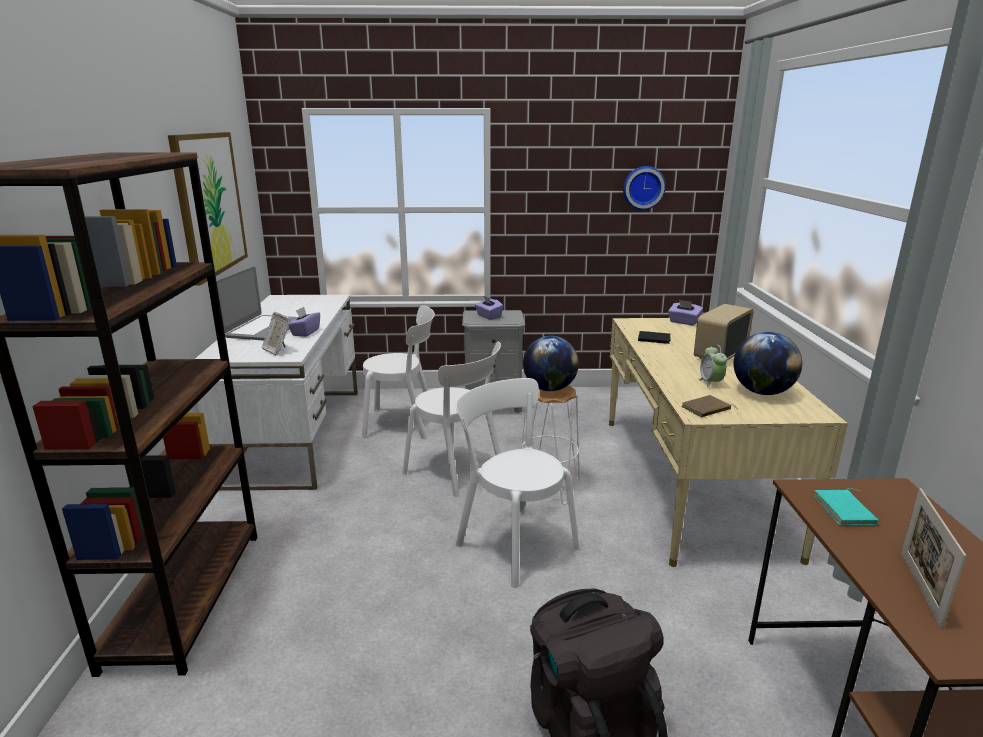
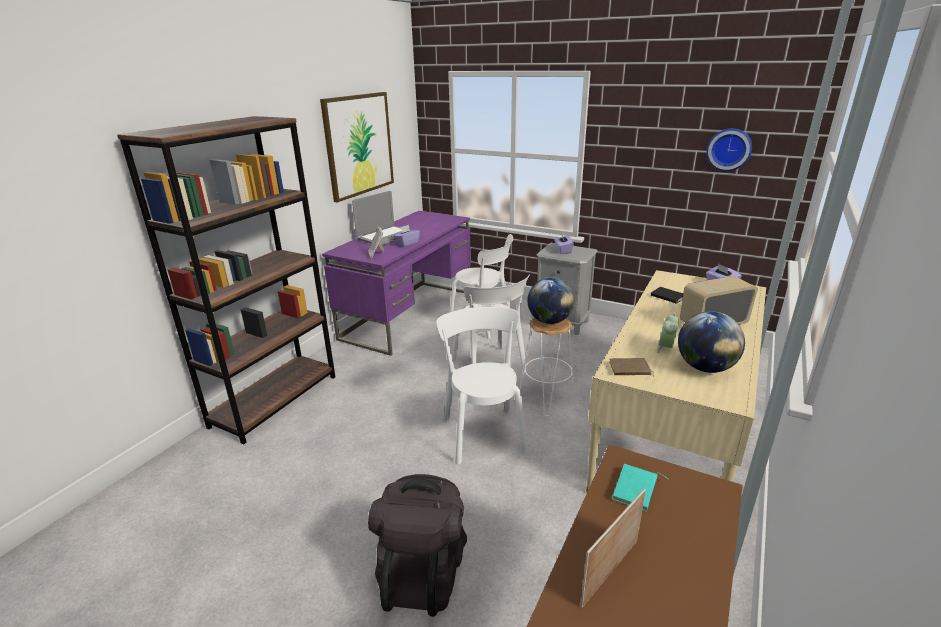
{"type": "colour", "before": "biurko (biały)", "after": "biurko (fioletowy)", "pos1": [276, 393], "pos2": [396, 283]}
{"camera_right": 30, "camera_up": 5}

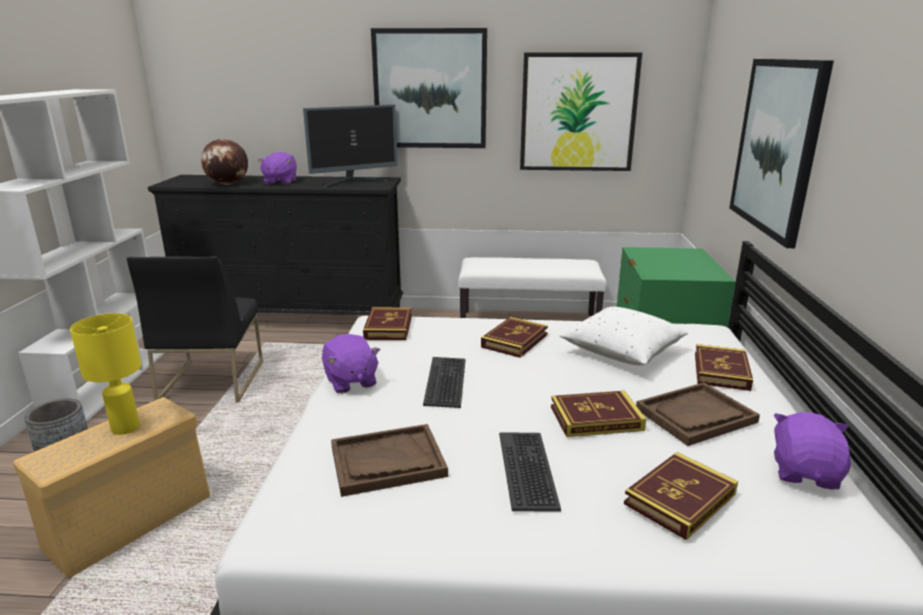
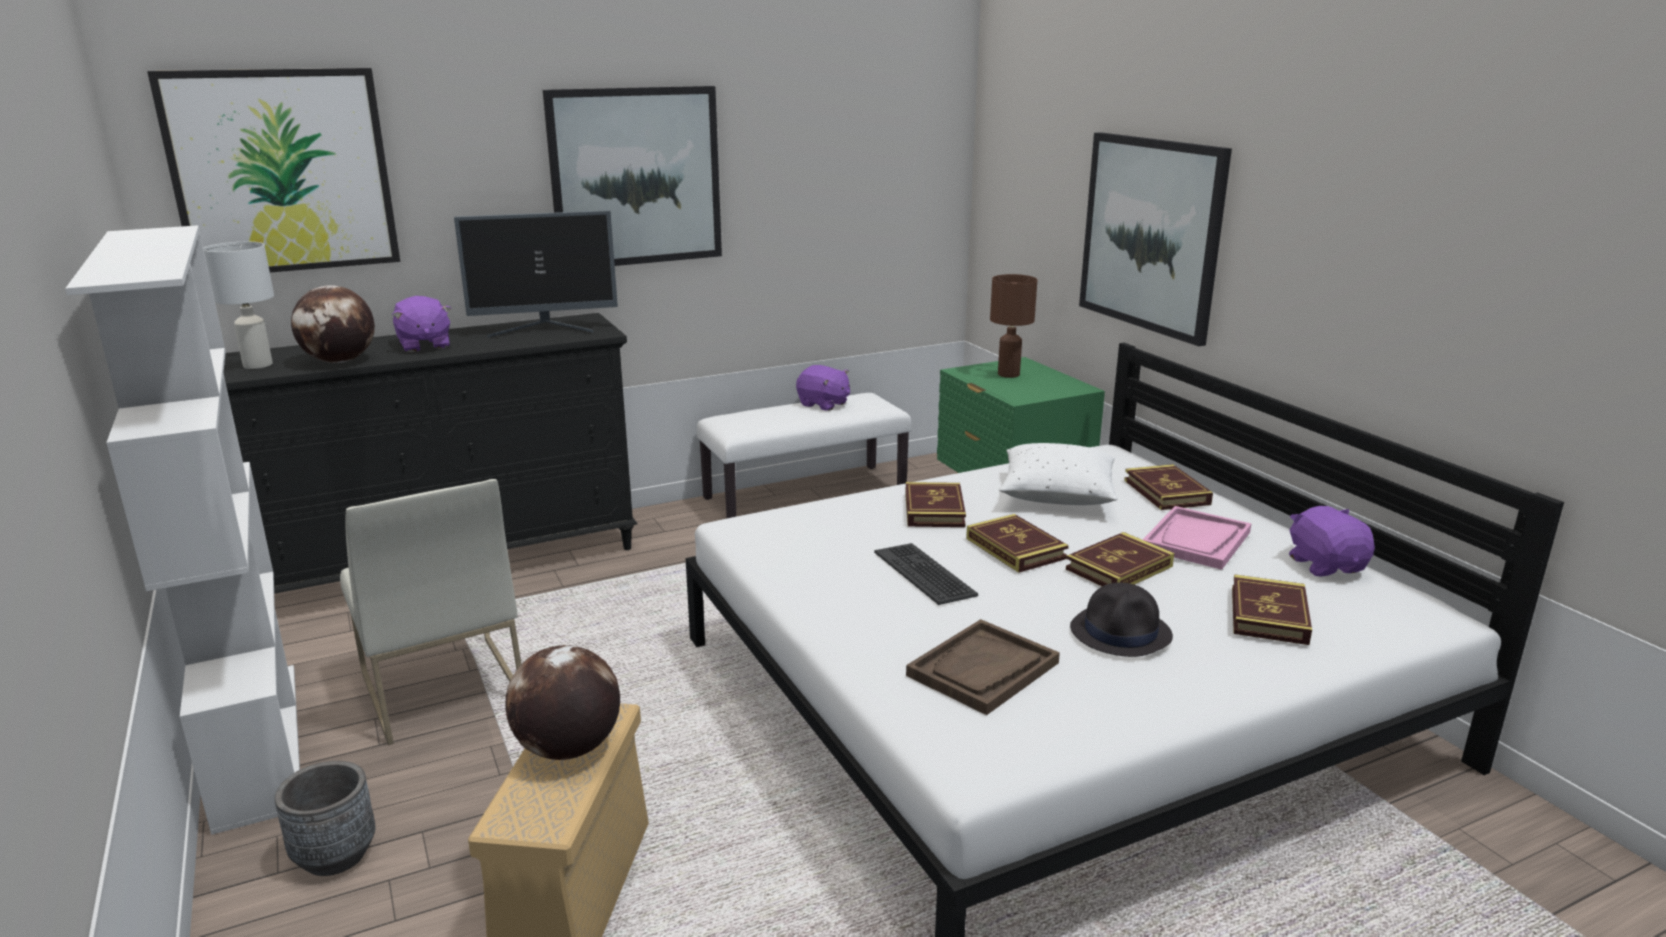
{"type": "appeared", "after": "lampa stołowa (biały)", "pos2": [238, 305]}
{"type": "appeared", "after": "lampa stołowa (brązowy)", "pos2": [1013, 326]}
{"type": "relocated", "before": "pluszak (fioletowy)", "pos1": [351, 363], "pos2": [823, 388]}
{"type": "relocated", "before": "książka", "pos1": [387, 323], "pos2": [1017, 543]}
{"type": "relocated", "before": "obraz", "pos1": [581, 112], "pos2": [273, 170]}
{"type": "exchanged", "before": "lampa stołowa (żółty)", "after": "globus", "pos1": [105, 374], "pos2": [562, 702]}
{"type": "exchanged", "before": "klawiatura", "after": "kapelusz (czarny)", "pos1": [530, 472], "pos2": [1121, 620]}
{"type": "colour", "before": "krzesło (czarny)", "after": "krzesło (biały)", "pos1": [195, 329], "pos2": [430, 612]}
{"type": "colour", "before": "taca (brązowy)", "after": "taca (różowy)", "pos1": [698, 414], "pos2": [1197, 538]}
{"type": "spun", "before": "monitor", "pos1": [350, 145], "pos2": [536, 274], "turn": 45}
{"camera_right": -30, "camera_up": 0}

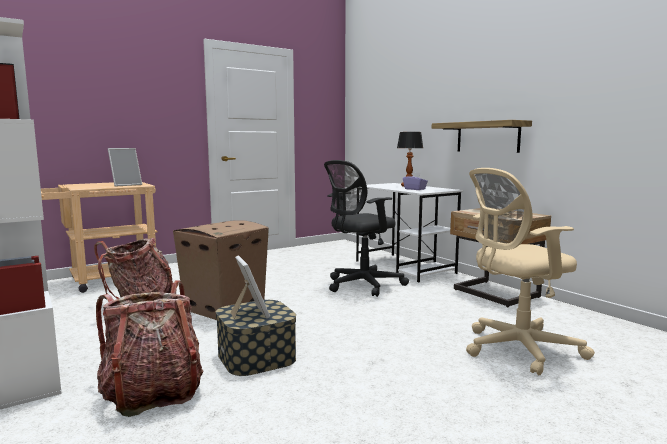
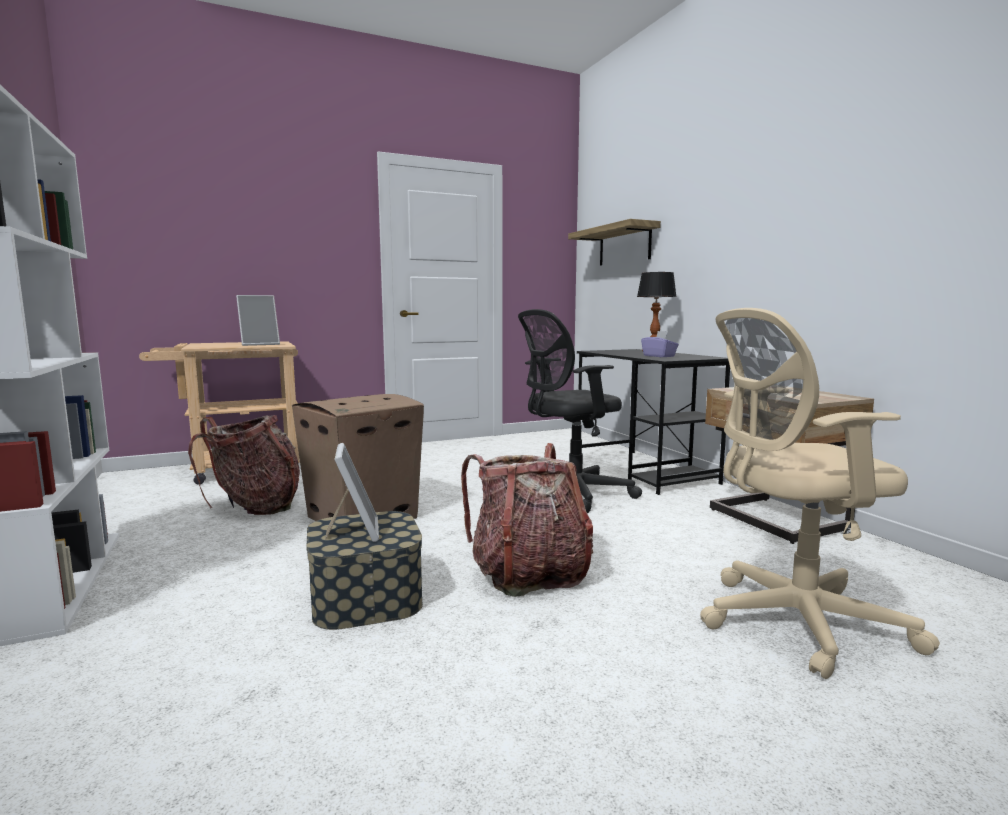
{"type": "relocated", "before": "plecak", "pos1": [149, 348], "pos2": [527, 520]}
{"type": "relocated", "before": "półka", "pos1": [482, 136], "pos2": [614, 242]}
{"type": "colour", "before": "biurko (biały)", "after": "biurko (czarny)", "pos1": [409, 232], "pos2": [653, 422]}
{"camera_right": 10, "camera_up": 0}

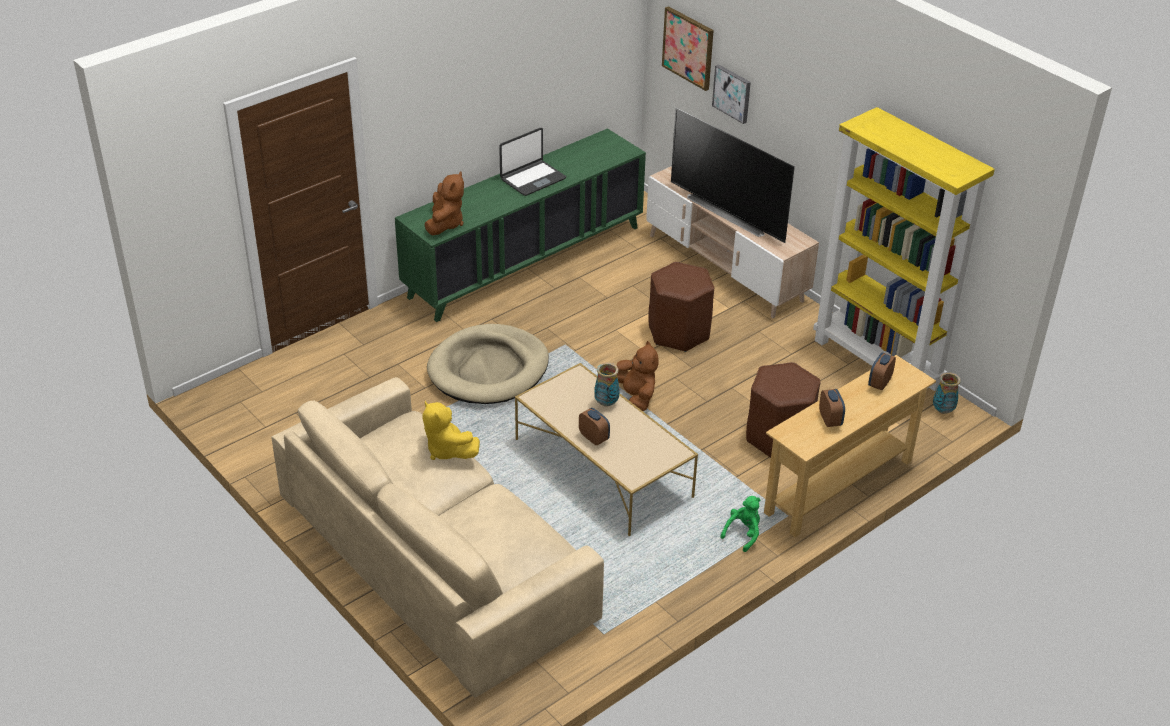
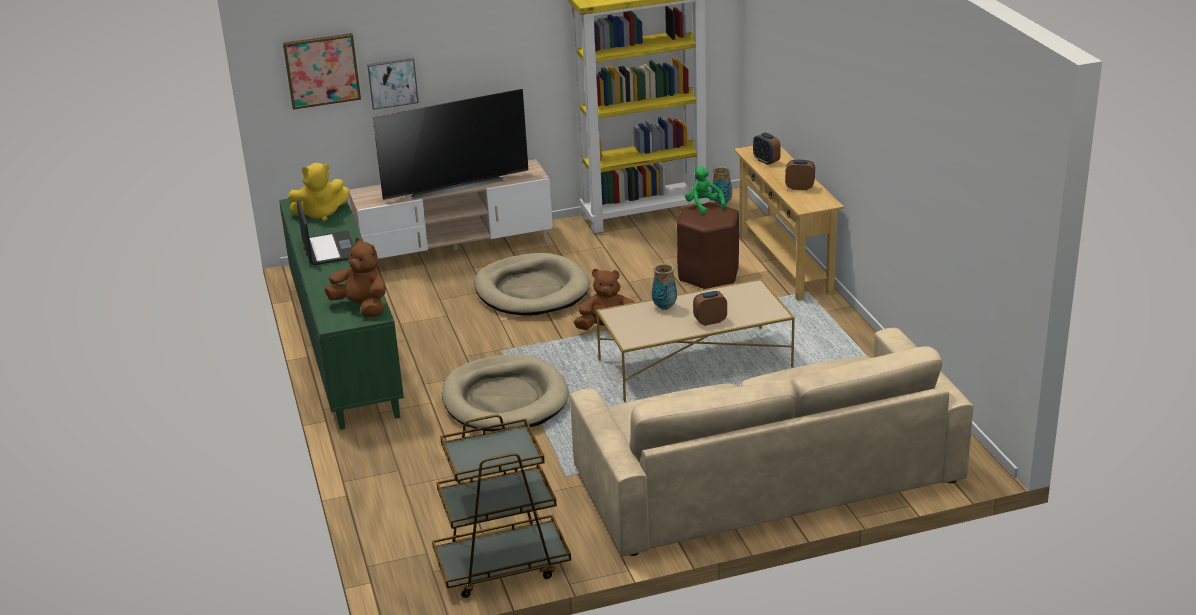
{"type": "appeared", "after": "wózek (brązowy)", "pos2": [501, 506]}
{"type": "relocated", "before": "pluszak (żółty)", "pos1": [451, 430], "pos2": [319, 192]}
{"type": "relocated", "before": "pluszak (zielony)", "pos1": [740, 524], "pos2": [705, 190]}
{"type": "exchanged", "before": "stołek (brązowy)", "after": "legowisko (beżowy)", "pos1": [681, 307], "pos2": [532, 284]}
{"camera_right": -65, "camera_up": -10}

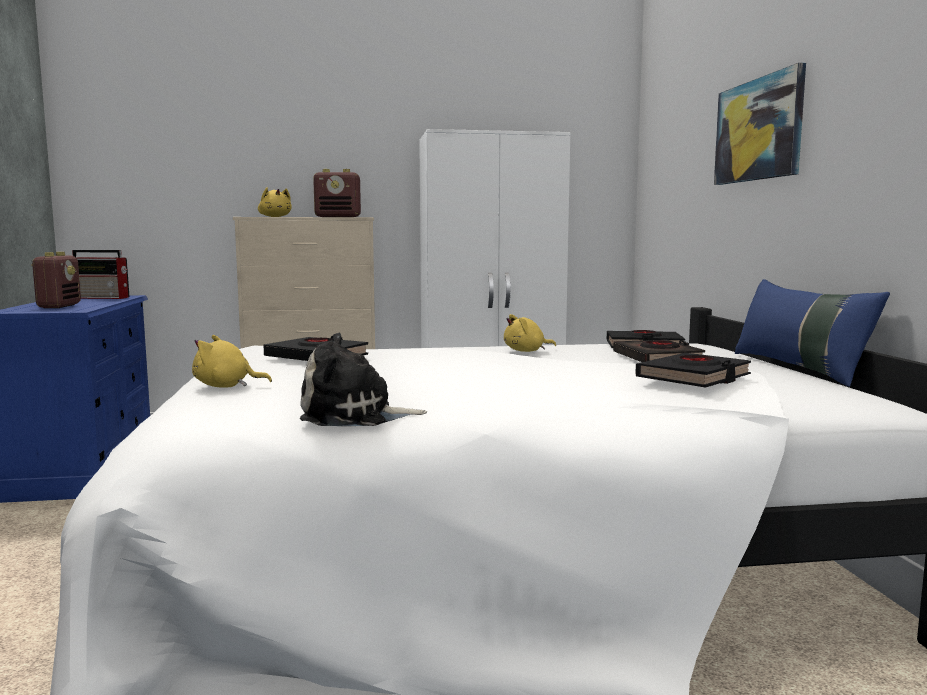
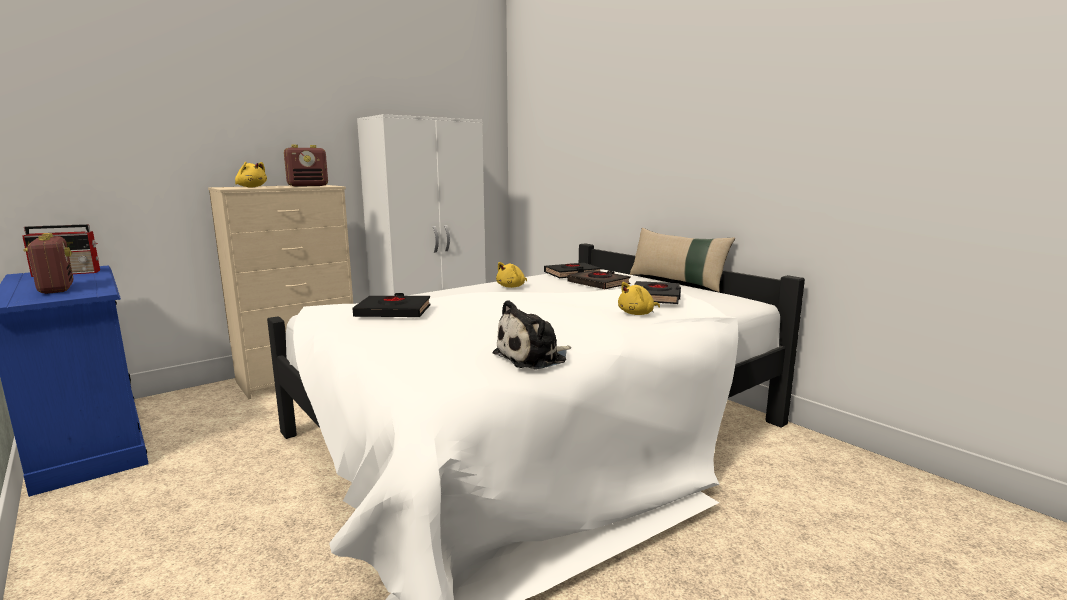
{"type": "missing", "before": "obraz", "pos1": [760, 124]}
{"type": "relocated", "before": "pluszak (żółty)", "pos1": [232, 361], "pos2": [639, 298]}
{"type": "colour", "before": "poduszka (niebieski)", "after": "poduszka (beżowy)", "pos1": [812, 333], "pos2": [682, 260]}
{"camera_right": -30, "camera_up": 5}

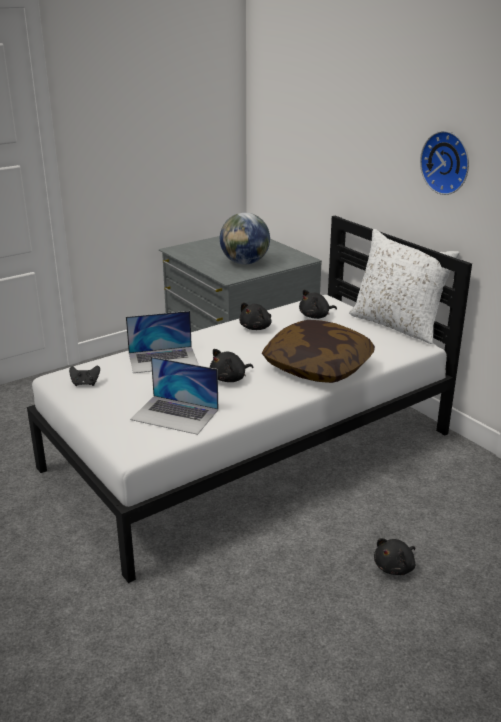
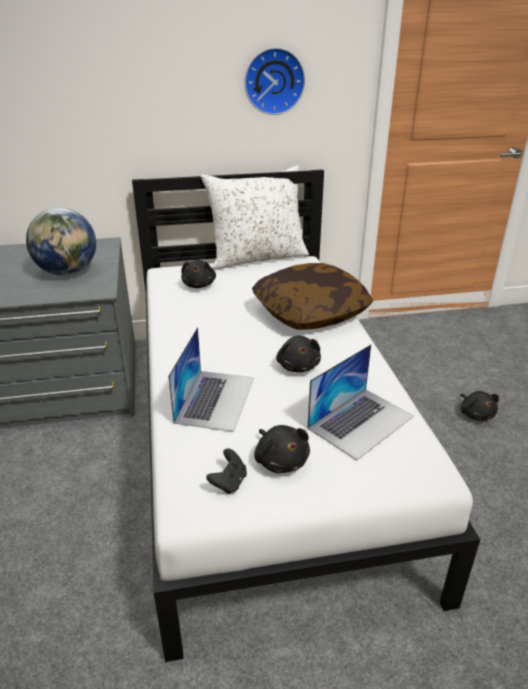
{"type": "relocated", "before": "pluszak (czarny)", "pos1": [255, 316], "pos2": [282, 449]}
{"camera_right": -65, "camera_up": 5}

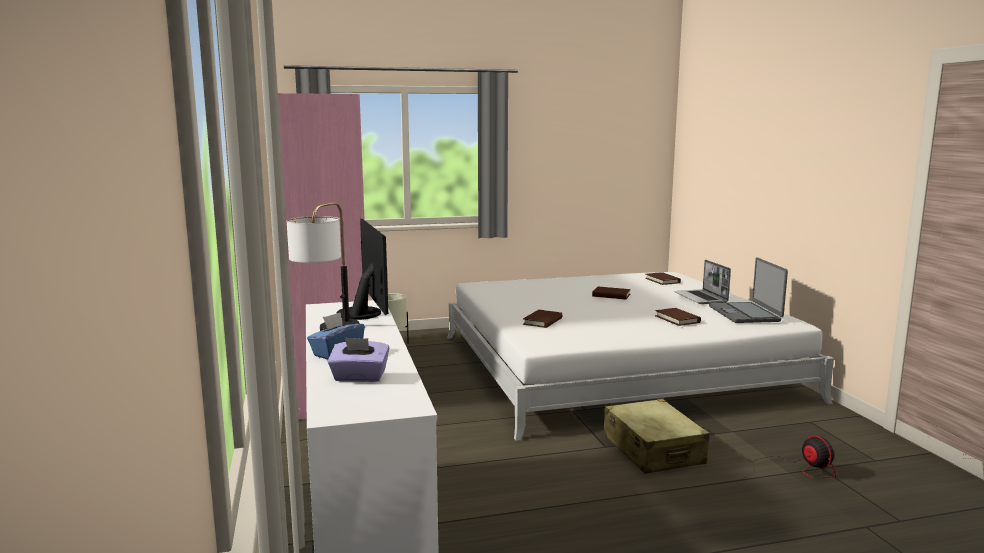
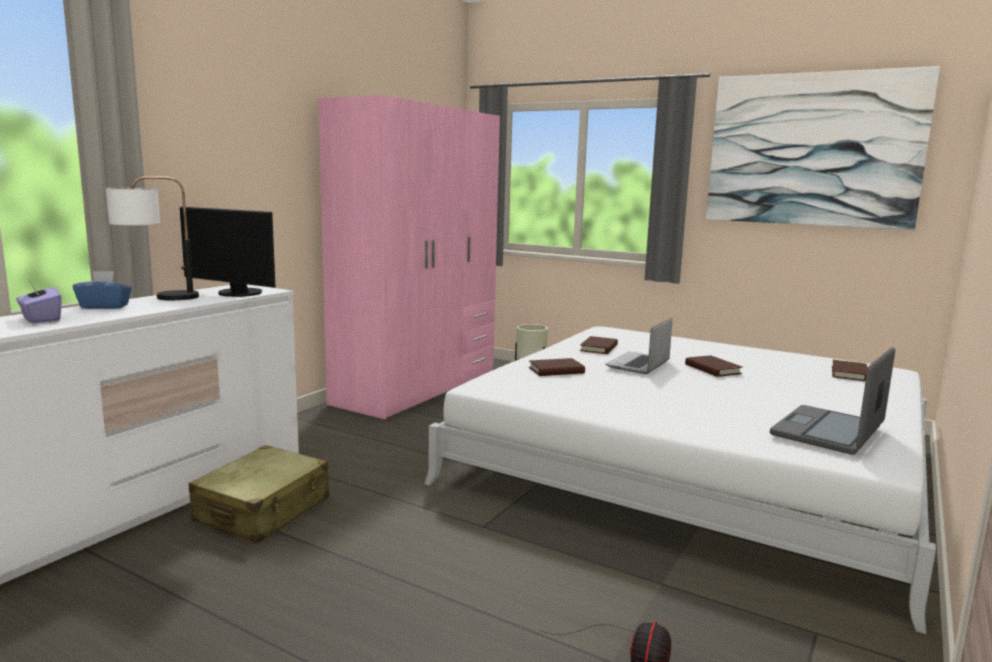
{"type": "appeared", "after": "obraz", "pos2": [823, 148]}
{"type": "relocated", "before": "walizka (beżowy)", "pos1": [656, 436], "pos2": [259, 494]}
{"type": "relocated", "before": "książka (brązowy)", "pos1": [678, 317], "pos2": [599, 345]}
{"type": "relocated", "before": "laptop", "pos1": [702, 282], "pos2": [639, 346]}
{"type": "spun", "before": "monitor", "pos1": [362, 269], "pos2": [228, 252], "turn": 90}
{"camera_right": 45, "camera_up": 0}

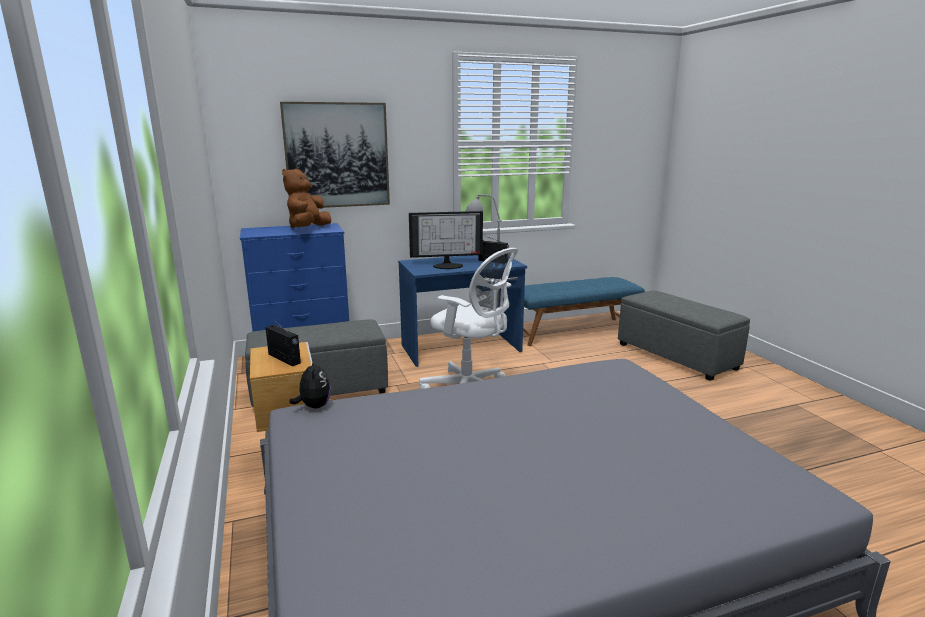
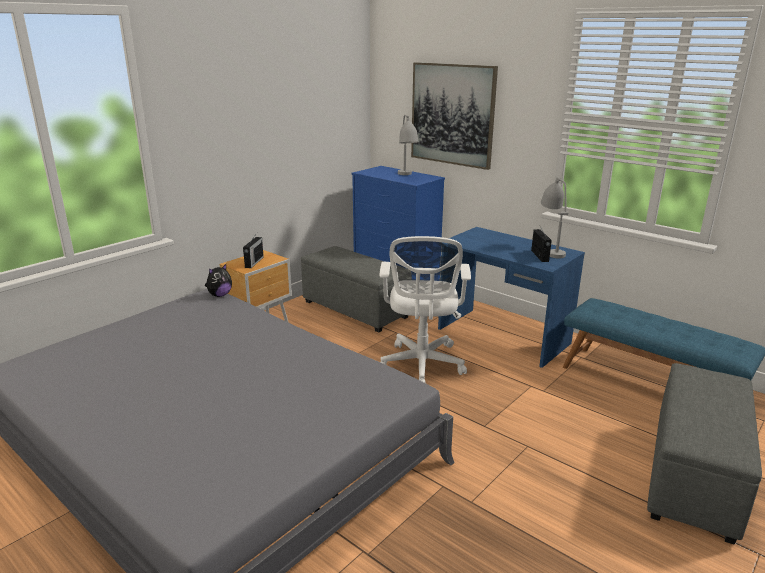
{"type": "missing", "before": "monitor", "pos1": [446, 240]}
{"type": "exchanged", "before": "pluszak (brązowy)", "after": "lampa stołowa (szary)", "pos1": [306, 198], "pos2": [408, 145]}
{"camera_right": 60, "camera_up": 5}

